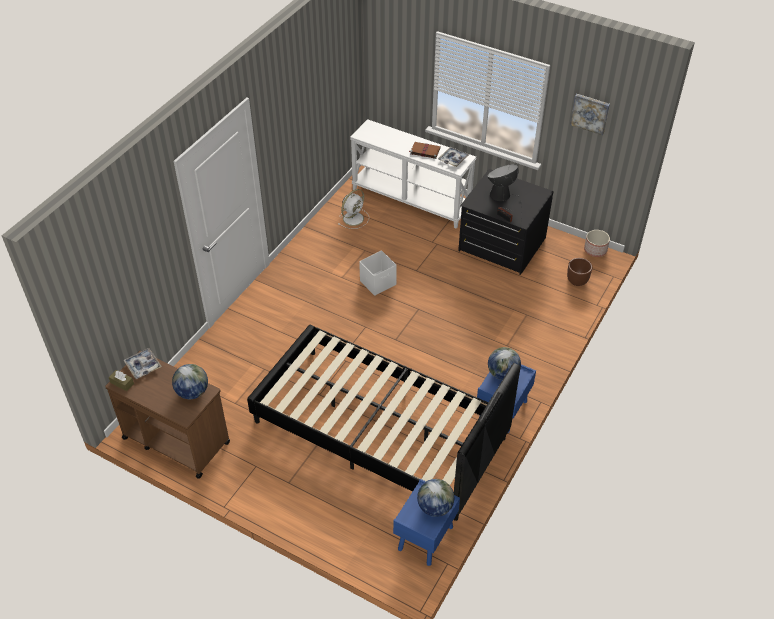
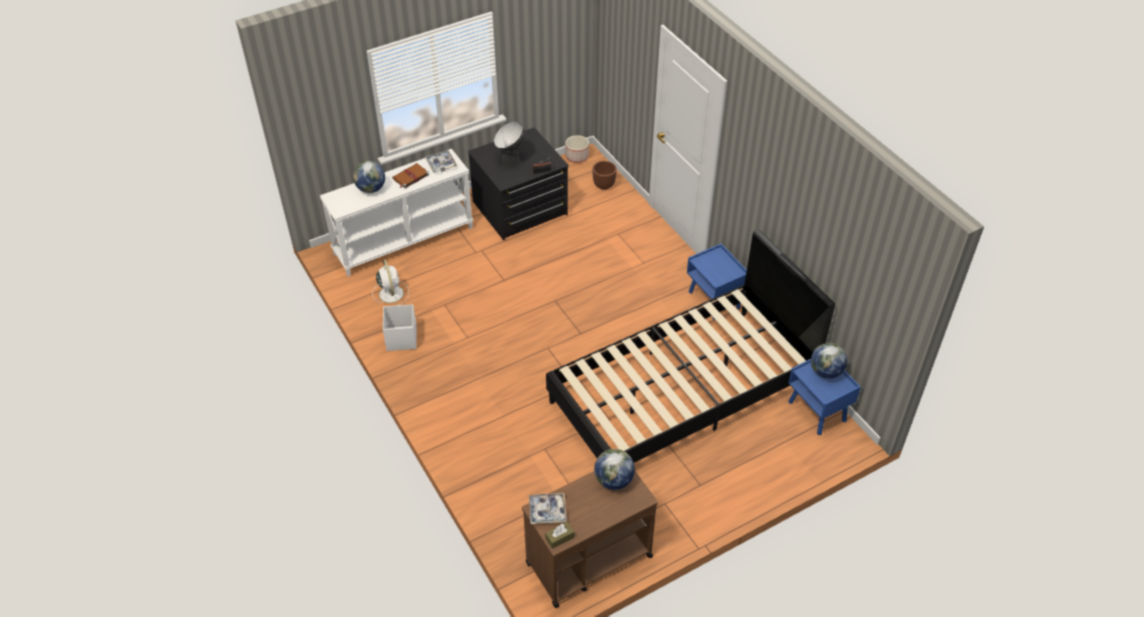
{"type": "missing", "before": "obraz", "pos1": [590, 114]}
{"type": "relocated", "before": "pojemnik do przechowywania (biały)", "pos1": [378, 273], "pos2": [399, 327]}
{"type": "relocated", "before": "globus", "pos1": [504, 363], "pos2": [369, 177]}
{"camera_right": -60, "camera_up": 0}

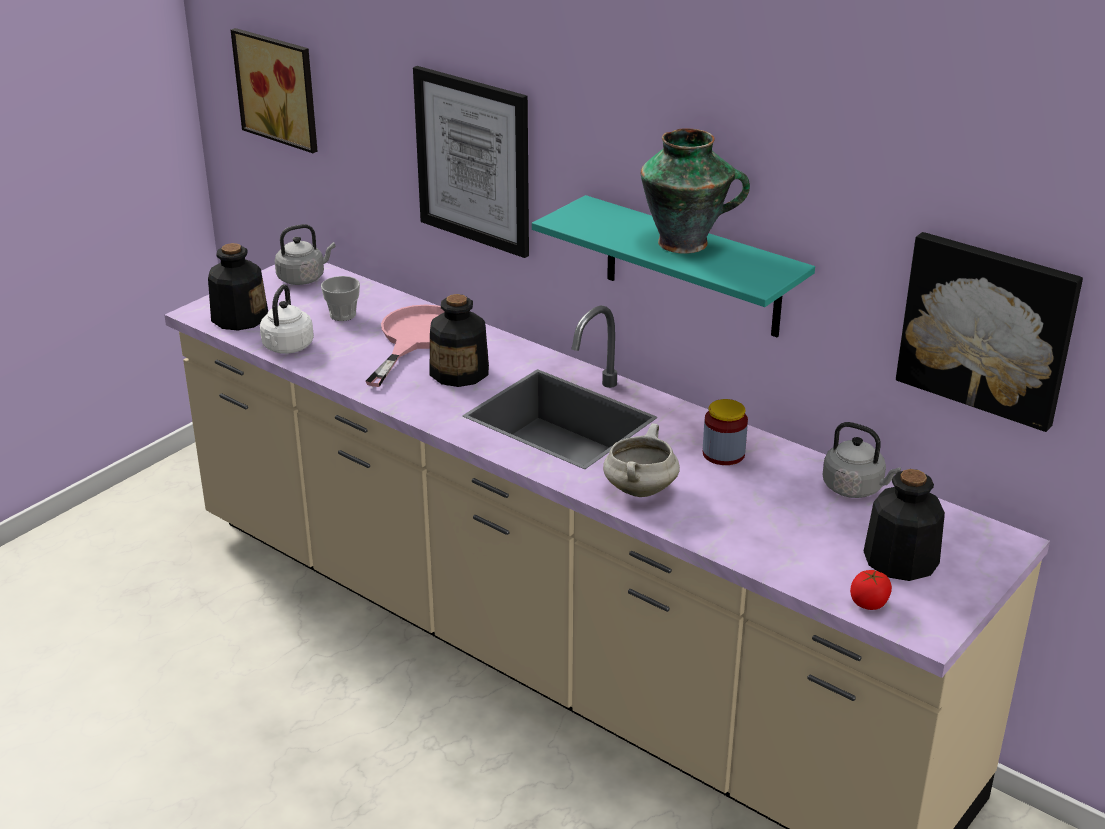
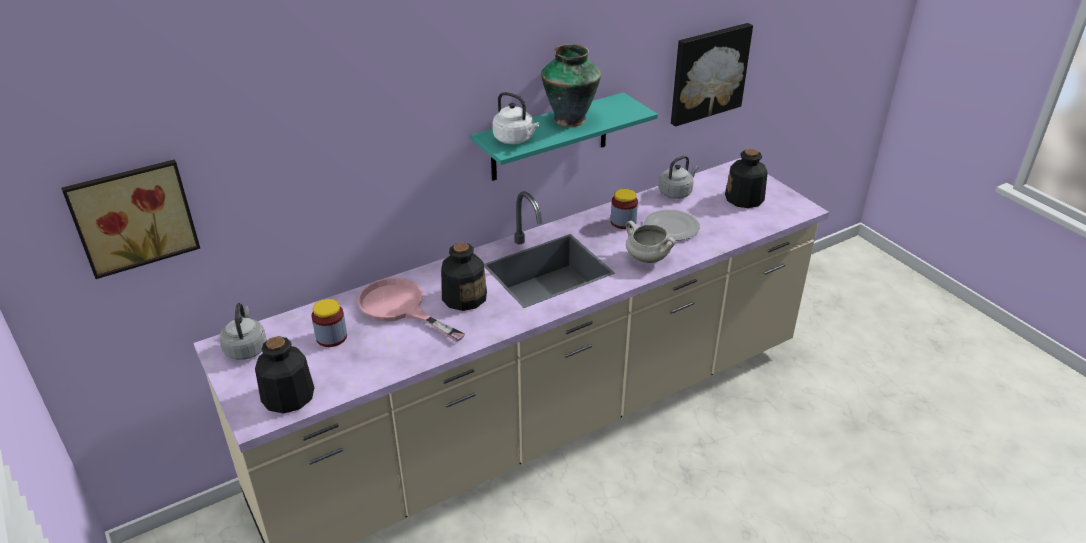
{"type": "missing", "before": "obraz", "pos1": [471, 162]}
{"type": "missing", "before": "pomidor", "pos1": [871, 590]}
{"type": "appeared", "after": "talerz", "pos2": [672, 225]}
{"type": "relocated", "before": "czajnik (biały)", "pos1": [287, 319], "pos2": [516, 118]}
{"type": "exchanged", "before": "filiżanka", "after": "słoik", "pos1": [340, 298], "pos2": [329, 323]}
{"camera_right": -70, "camera_up": 5}

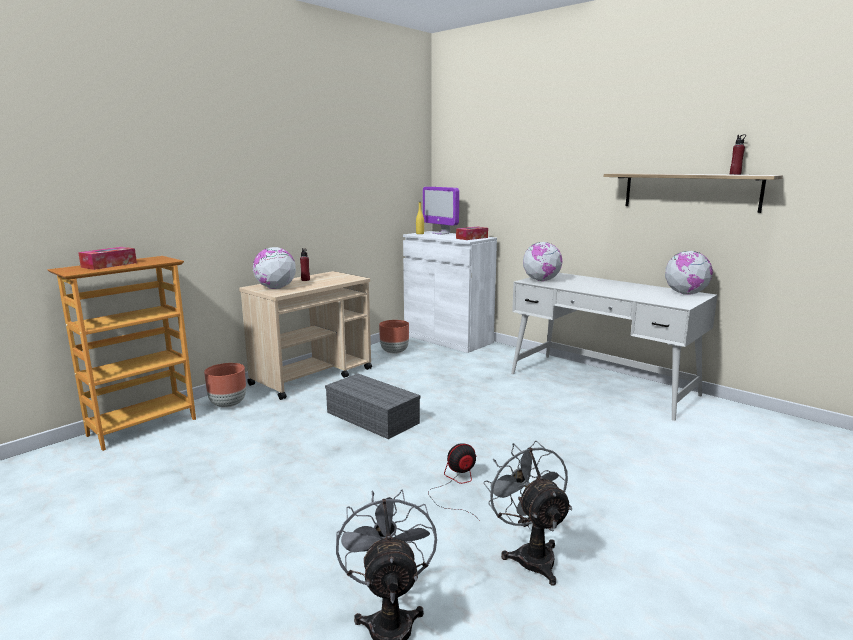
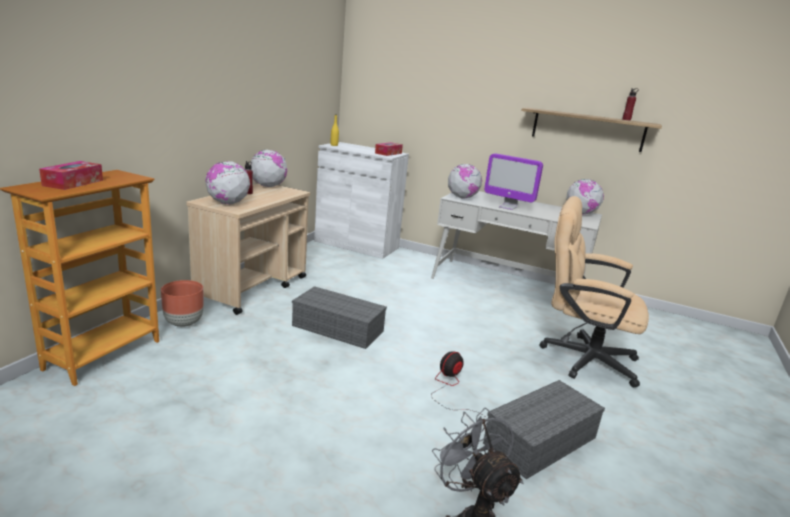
{"type": "missing", "before": "donica (brązowy)", "pos1": [394, 337]}
{"type": "appeared", "after": "globus", "pos2": [268, 168]}
{"type": "appeared", "after": "krzesło biurowe (beżowy)", "pos2": [594, 291]}
{"type": "relocated", "before": "monitor", "pos1": [441, 211], "pos2": [513, 181]}
{"type": "exchanged", "before": "wentylator (szary)", "after": "pojemnik do przechowywania (szary)", "pos1": [527, 513], "pos2": [544, 429]}
{"camera_right": -20, "camera_up": 5}

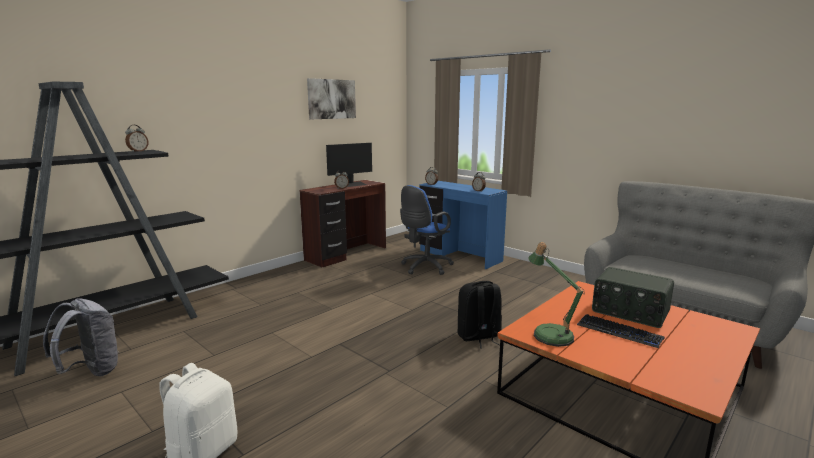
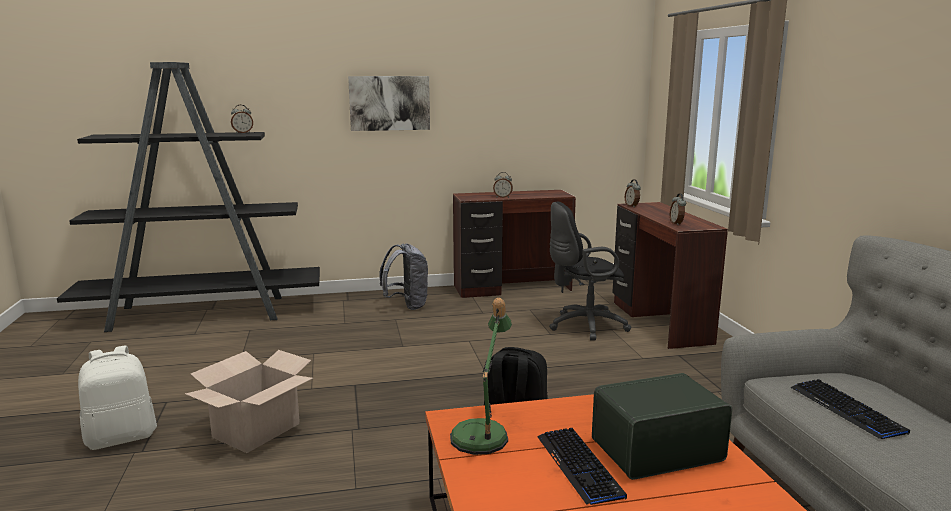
{"type": "missing", "before": "monitor", "pos1": [349, 165]}
{"type": "appeared", "after": "karton", "pos2": [249, 401]}
{"type": "appeared", "after": "klawiatura", "pos2": [850, 409]}
{"type": "relocated", "before": "plecak (szary)", "pos1": [80, 337], "pos2": [403, 276]}
{"type": "relocated", "before": "obraz", "pos1": [331, 98], "pos2": [389, 103]}
{"type": "colour", "before": "krzesło biurowe (niebieski)", "after": "krzesło biurowe (czarny)", "pos1": [427, 230], "pos2": [590, 271]}
{"type": "colour", "before": "biurko (niebieski)", "after": "biurko (brązowy)", "pos1": [463, 225], "pos2": [670, 275]}
{"type": "spun", "before": "radio", "pos1": [633, 297], "pos2": [662, 426], "turn": 90}
{"camera_right": 35, "camera_up": 0}

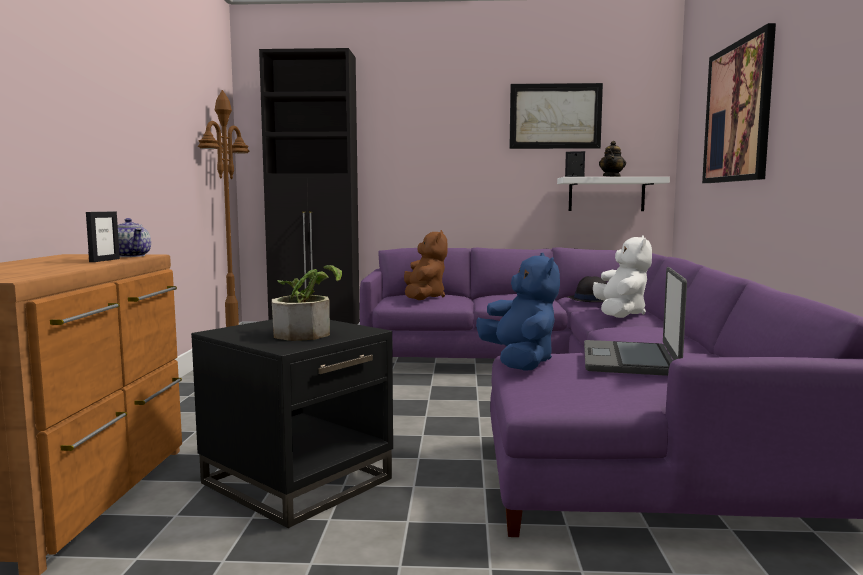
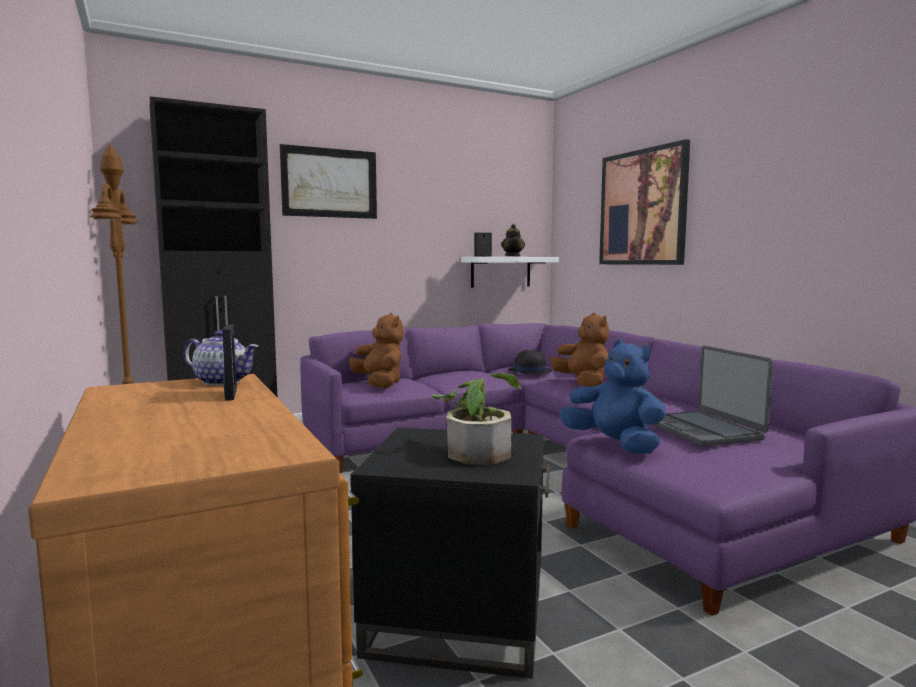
{"type": "relocated", "before": "obraz", "pos1": [556, 116], "pos2": [328, 181]}
{"type": "colour", "before": "pluszak (biały)", "after": "pluszak (brązowy)", "pos1": [622, 276], "pos2": [579, 350]}
{"camera_right": -30, "camera_up": 0}

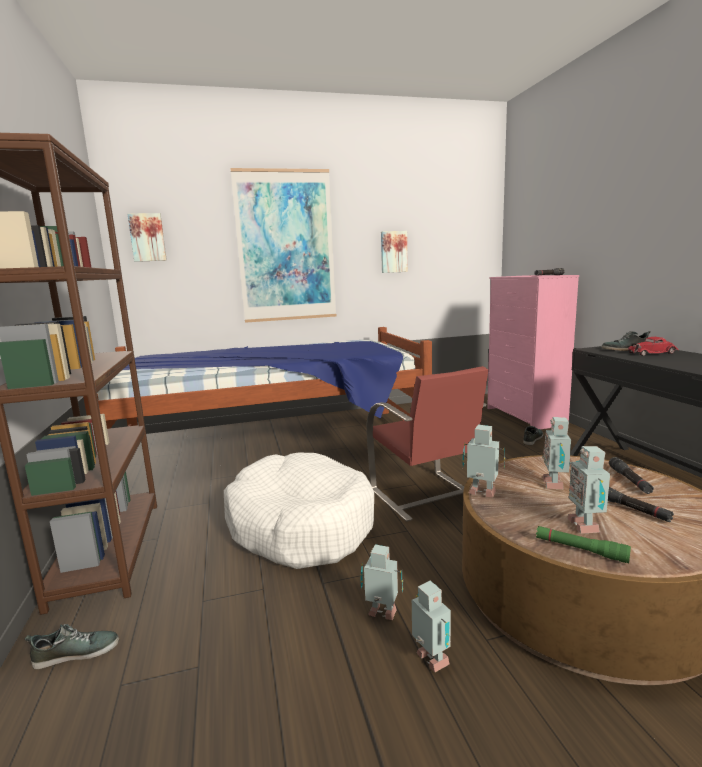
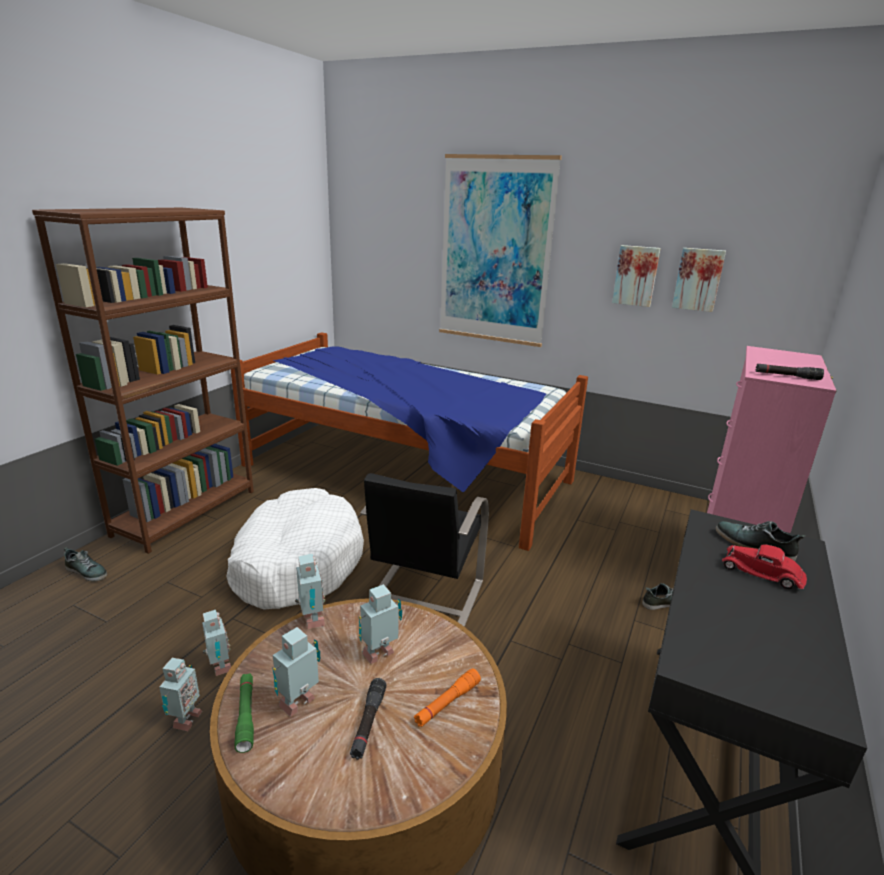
{"type": "relocated", "before": "obraz", "pos1": [147, 237], "pos2": [699, 280]}
{"type": "colour", "before": "krzesło (czerwony)", "after": "krzesło (czarny)", "pos1": [427, 444], "pos2": [424, 550]}
{"type": "colour", "before": "latarka (czarny)", "after": "latarka (pomarańczowy)", "pos1": [631, 475], "pos2": [447, 697]}
{"camera_right": 40, "camera_up": 10}

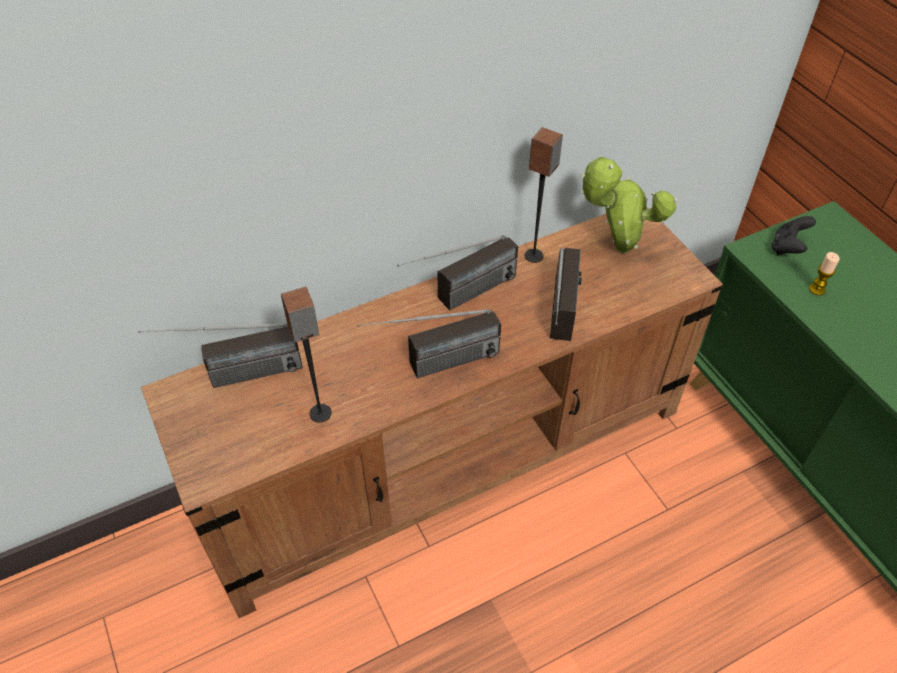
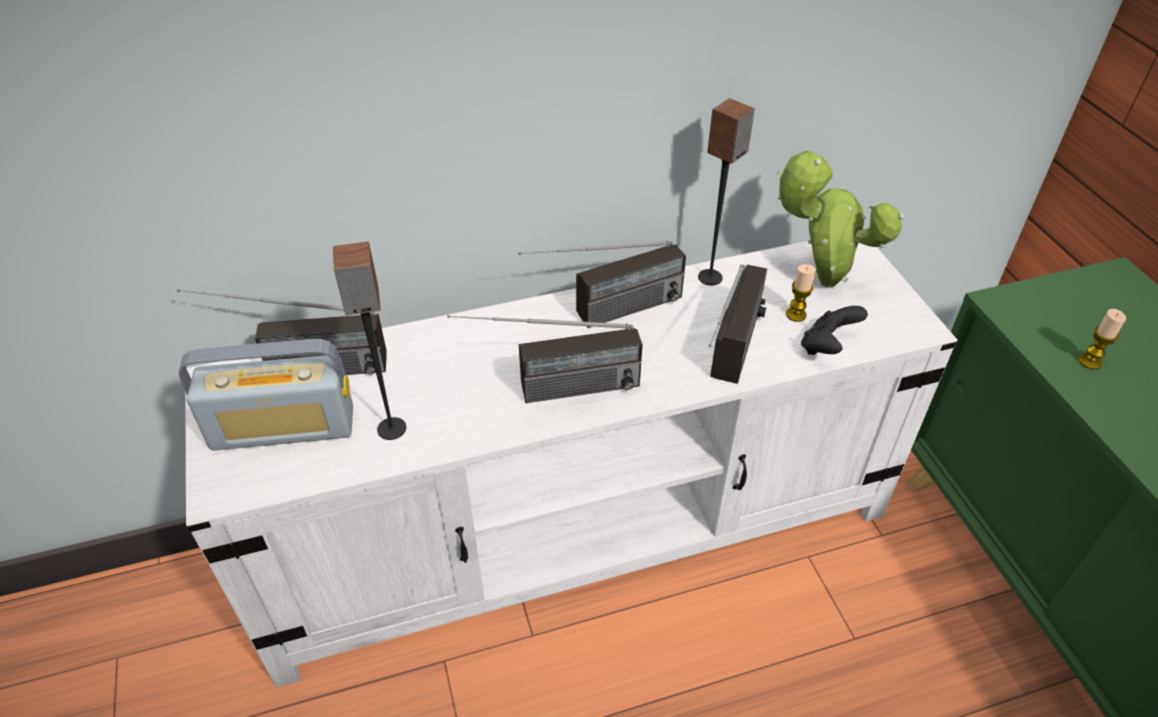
{"type": "appeared", "after": "radio", "pos2": [266, 394]}
{"type": "appeared", "after": "świeca", "pos2": [801, 293]}
{"type": "relocated", "before": "pad do gier (czarny)", "pos1": [794, 235], "pos2": [834, 330]}
{"type": "colour", "before": "szafka pod telewizor (brązowy)", "after": "szafka pod telewizor (biały)", "pos1": [432, 412], "pos2": [571, 464]}
{"camera_right": 10, "camera_up": -5}

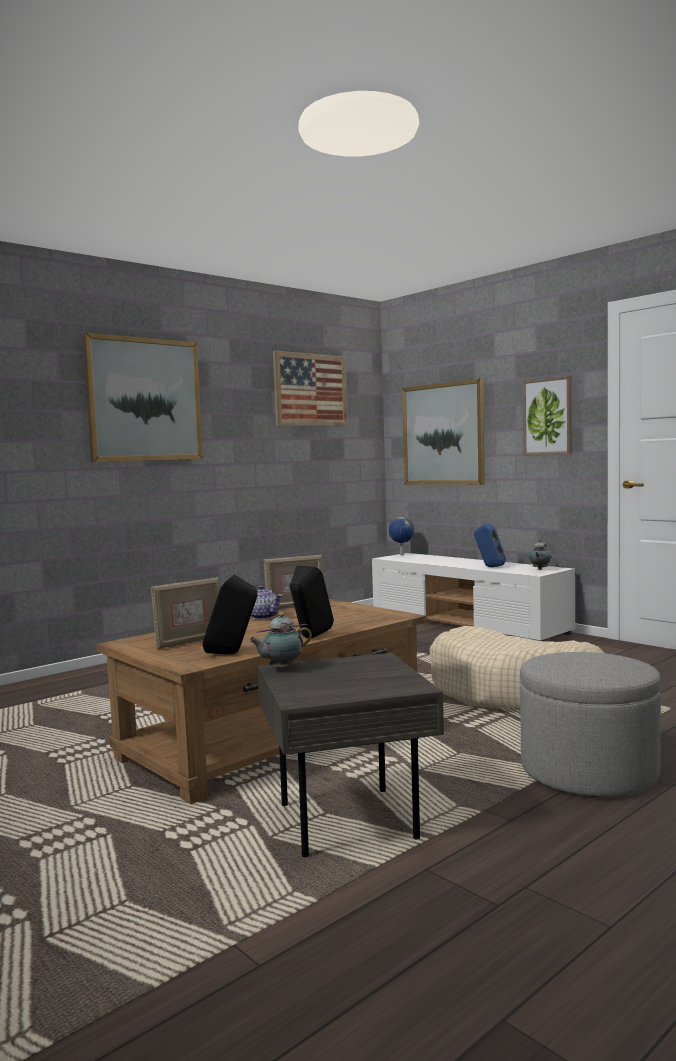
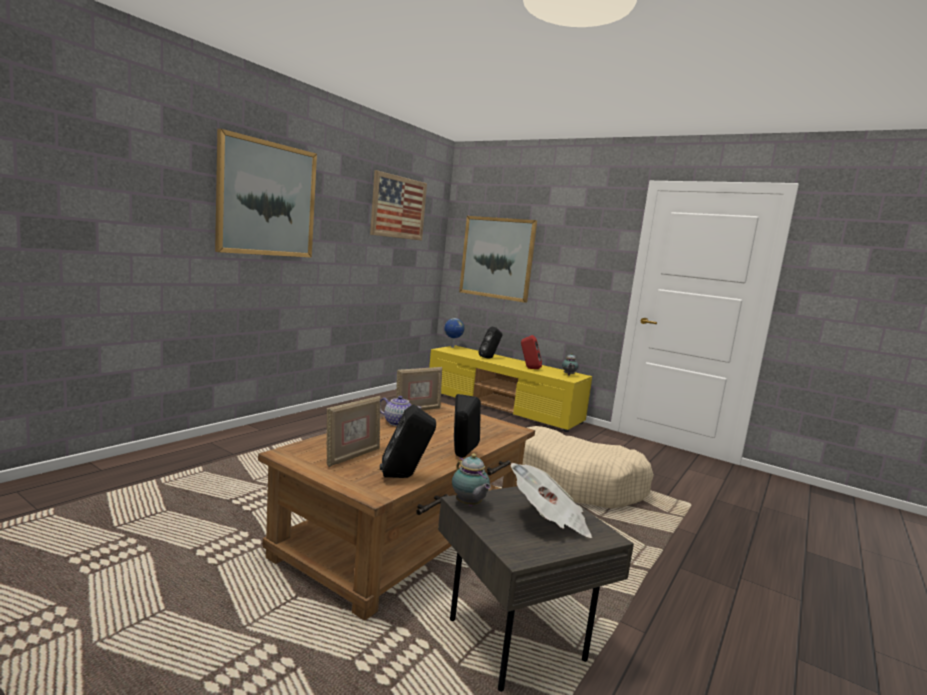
{"type": "missing", "before": "pufa (szary)", "pos1": [590, 724]}
{"type": "missing", "before": "obraz", "pos1": [547, 416]}
{"type": "appeared", "after": "głośnik (czarny)", "pos2": [490, 342]}
{"type": "appeared", "after": "gazeta", "pos2": [551, 500]}
{"type": "colour", "before": "szafka pod telewizor (biały)", "after": "szafka pod telewizor (żółty)", "pos1": [473, 597], "pos2": [510, 388]}
{"type": "colour", "before": "głośnik (niebieski)", "after": "głośnik (czerwony)", "pos1": [490, 545], "pos2": [531, 352]}
{"type": "spun", "before": "imbryk", "pos1": [280, 642], "pos2": [471, 480], "turn": -75}
{"camera_right": -15, "camera_up": 5}

